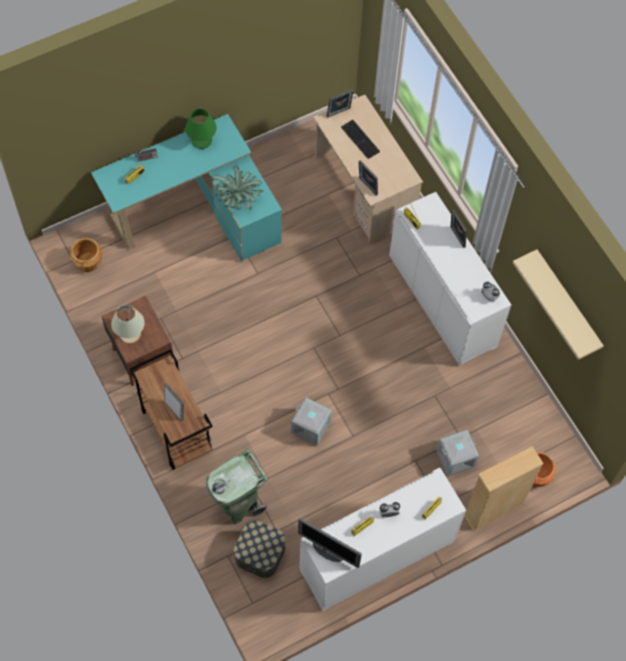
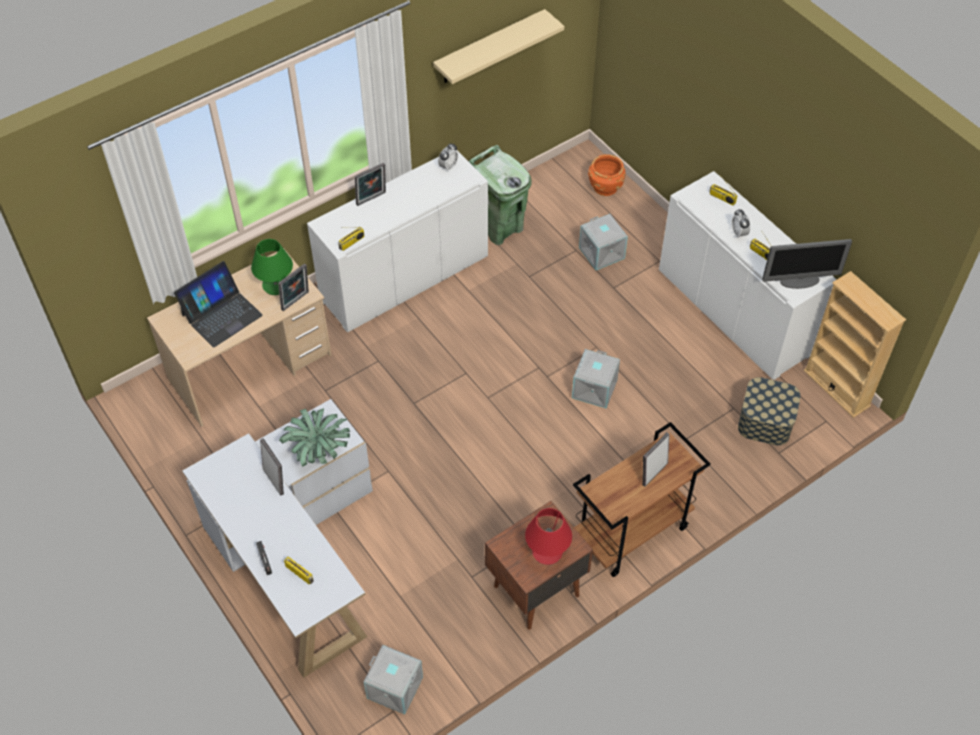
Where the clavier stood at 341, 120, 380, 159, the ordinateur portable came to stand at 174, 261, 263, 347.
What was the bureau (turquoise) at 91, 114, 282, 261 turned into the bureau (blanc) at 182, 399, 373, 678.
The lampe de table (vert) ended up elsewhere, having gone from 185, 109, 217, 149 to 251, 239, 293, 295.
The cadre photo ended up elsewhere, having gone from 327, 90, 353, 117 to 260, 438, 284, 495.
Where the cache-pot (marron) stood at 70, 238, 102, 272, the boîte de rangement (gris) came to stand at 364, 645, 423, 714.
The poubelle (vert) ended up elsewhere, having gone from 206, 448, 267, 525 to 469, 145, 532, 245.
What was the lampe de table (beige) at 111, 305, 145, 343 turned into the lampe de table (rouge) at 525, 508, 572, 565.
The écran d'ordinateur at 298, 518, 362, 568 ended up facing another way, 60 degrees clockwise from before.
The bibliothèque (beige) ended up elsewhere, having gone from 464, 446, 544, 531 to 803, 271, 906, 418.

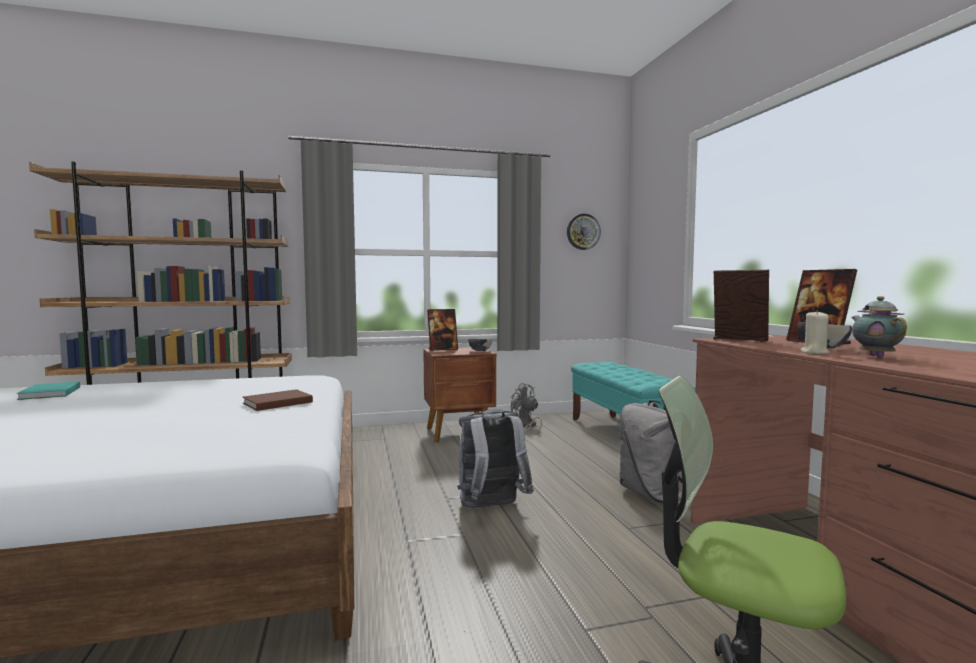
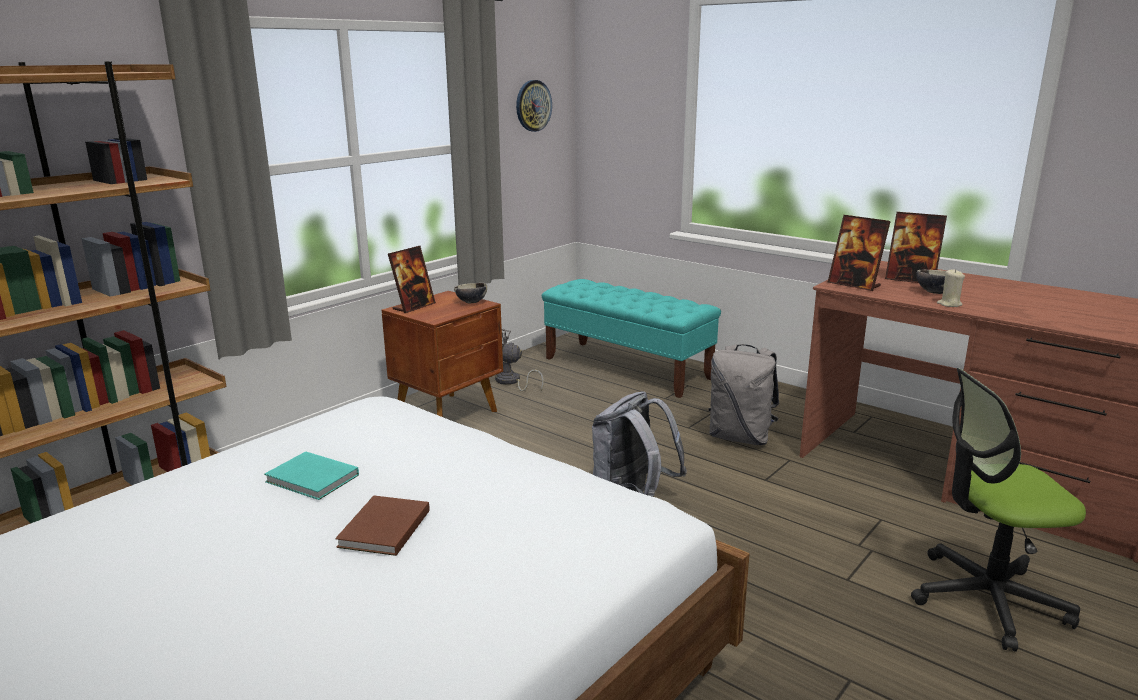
The livre (turquoise) ended up elsewhere, having gone from 16, 381, 80, 400 to 264, 451, 359, 500.
The livre (marron) ended up elsewhere, having gone from 243, 389, 313, 411 to 335, 496, 430, 556.
The cadre photo at 713, 270, 769, 342 ended up facing another way, 135 degrees counterclockwise from before.
The second view lost the théière at 851, 296, 907, 358.

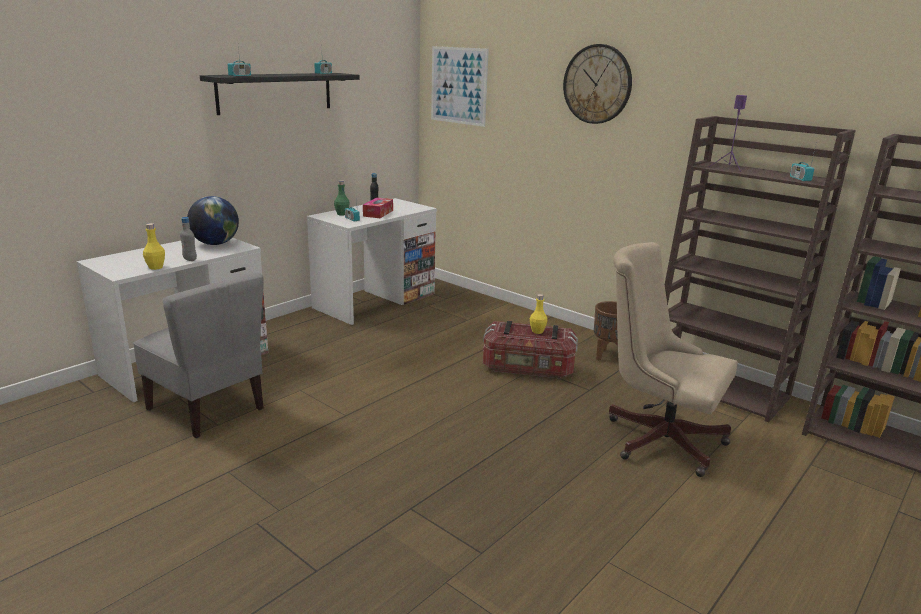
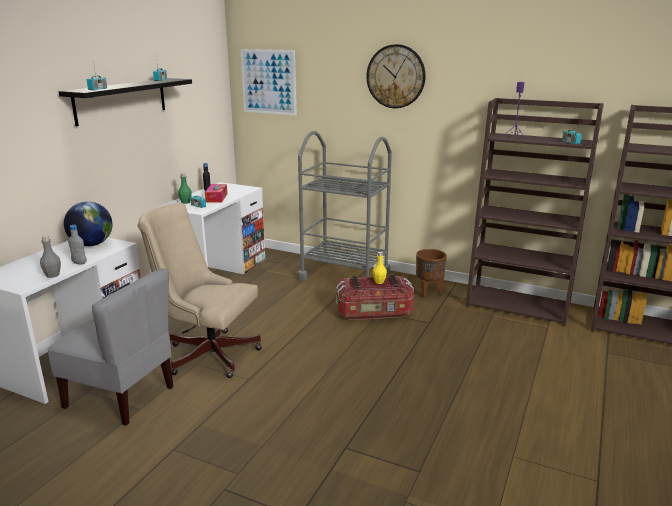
What was the bouteille (jaune) at 143, 223, 165, 270 turned into the bouteille (gris) at 40, 235, 61, 278.
The chaise de bureau (beige) ended up elsewhere, having gone from 609, 242, 738, 477 to 138, 202, 262, 378.
The second view gained the chariot (gris) at 298, 131, 392, 281.

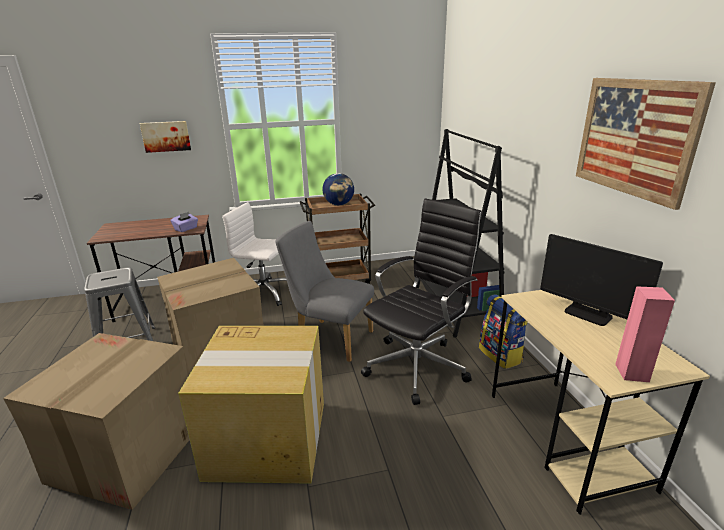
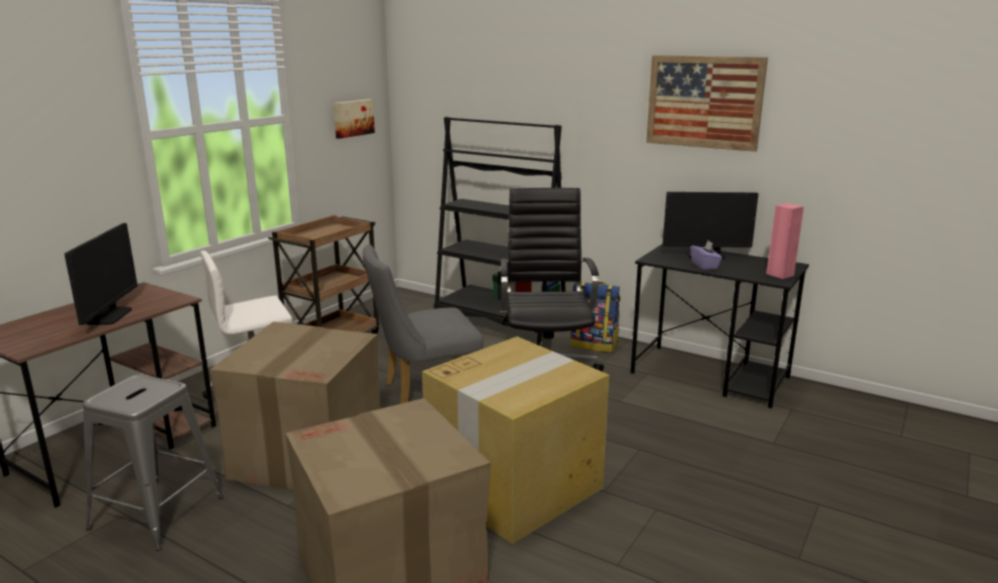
The second view gained the écran d'ordinateur at 64, 223, 138, 325.
The tableau ended up elsewhere, having gone from 140, 121, 191, 153 to 333, 99, 375, 139.
What was the bureau (beige) at 492, 290, 710, 515 turned into the bureau (noir) at 631, 244, 809, 408.
The boîte à mouchoirs (violet) ended up elsewhere, having gone from 171, 212, 198, 232 to 690, 241, 722, 270.
The second view lost the globe at 323, 173, 354, 205.

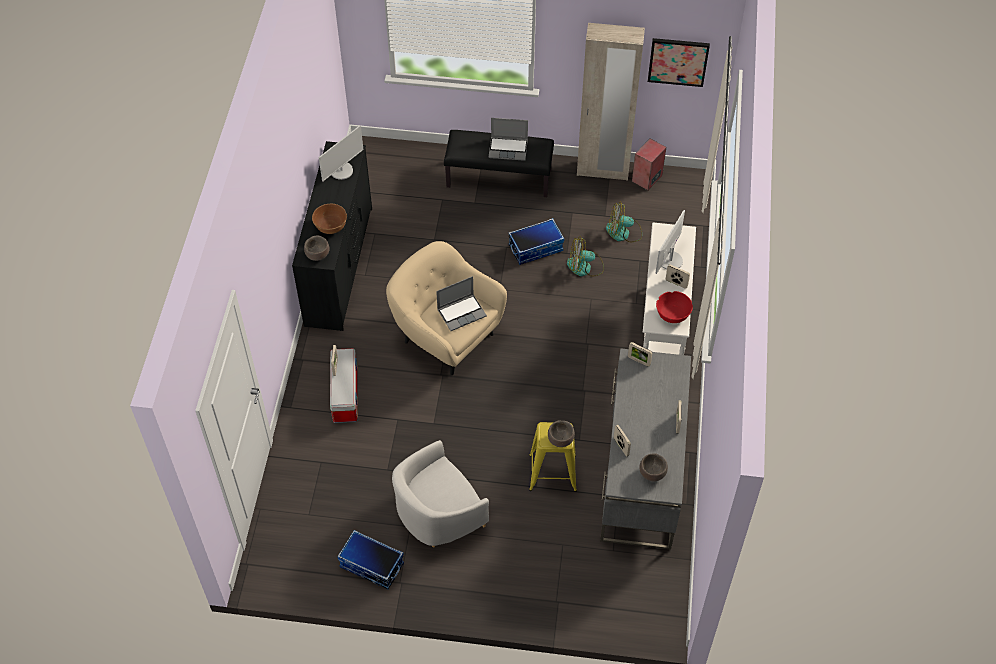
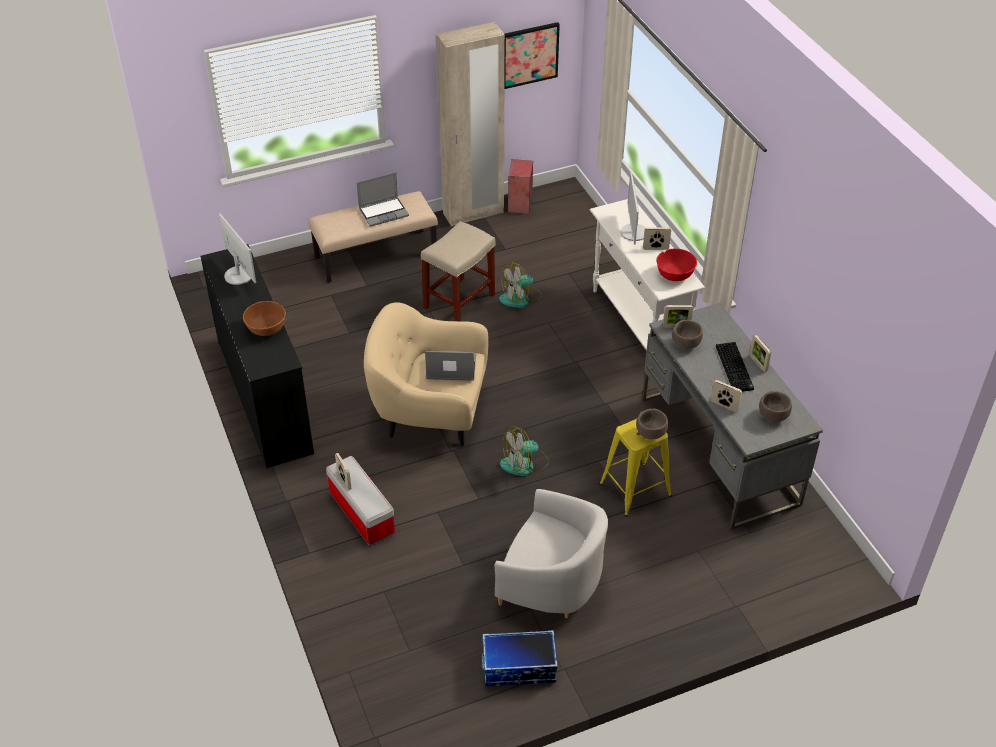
The écran d'ordinateur at 319, 125, 364, 181 ended up facing another way, 45 degrees counterclockwise from before.
What was the banc (noir) at 444, 130, 554, 197 turned into the banc (beige) at 308, 191, 438, 283.
Where the boîte de rangement stood at 508, 218, 564, 265, the tabouret (beige) came to stand at 421, 221, 495, 321.
The ordinateur portable at 436, 276, 487, 331 ended up facing another way, 120 degrees counterclockwise from before.
The fauteuil (blanc) at 392, 440, 489, 547 ended up facing another way, 90 degrees counterclockwise from before.
The ventilateur ended up elsewhere, having gone from 606, 202, 642, 242 to 500, 426, 549, 476.
The bol (marron) ended up elsewhere, having gone from 304, 235, 330, 261 to 672, 320, 703, 349.
The second view gained the clavier at 716, 342, 754, 392.

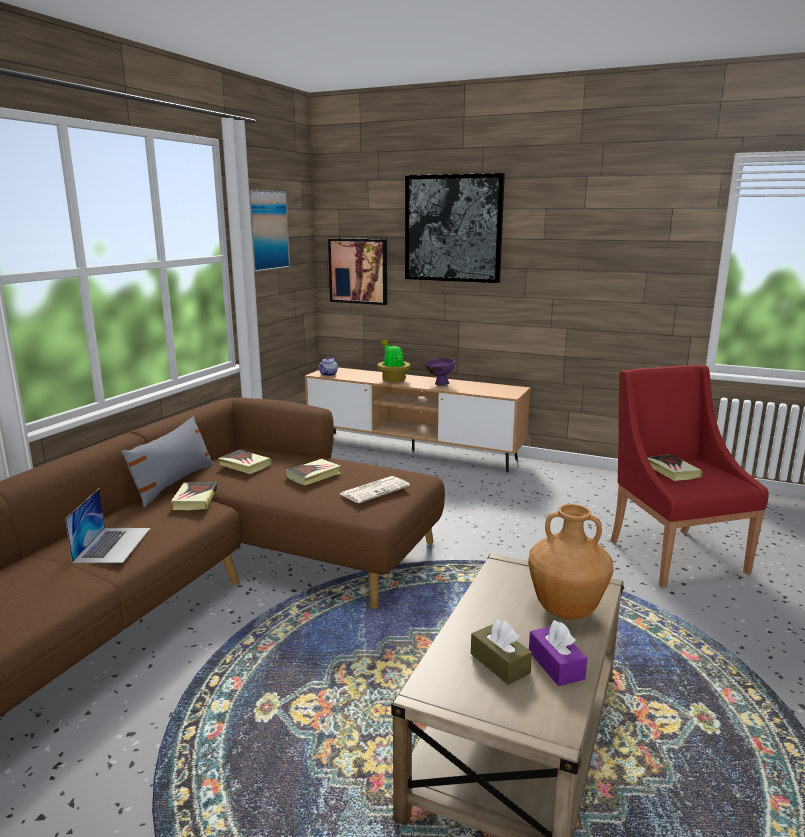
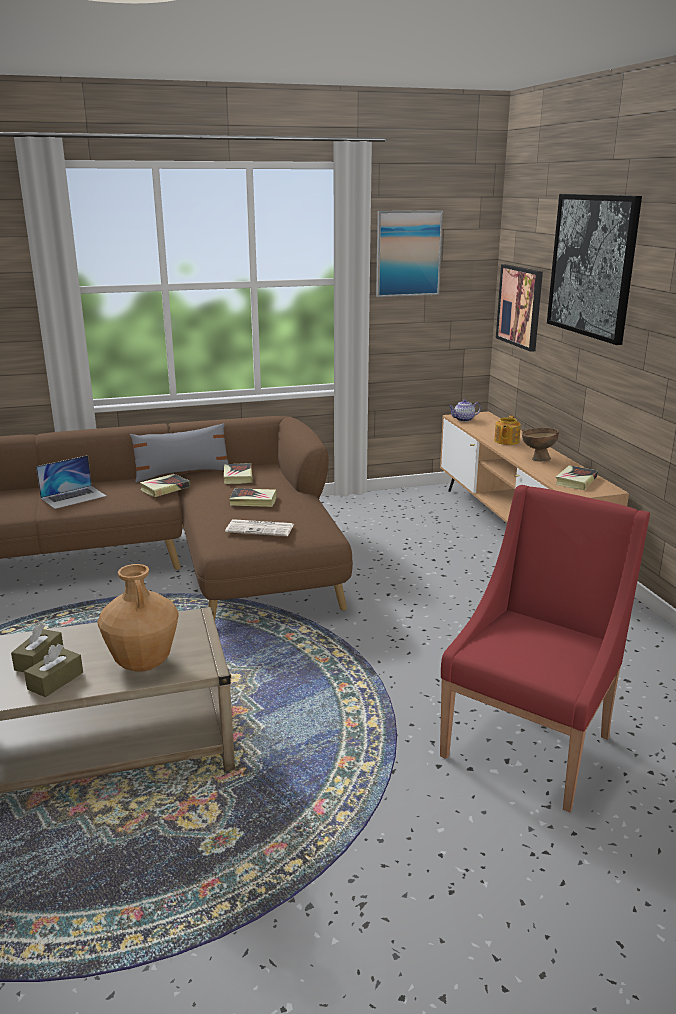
What was the boîte à mouchoirs (violet) at 529, 620, 587, 686 turned into the boîte à mouchoirs (marron) at 24, 644, 83, 697.
Where the plante en pot stood at 377, 340, 411, 382, the théière came to stand at 494, 415, 521, 445.
What was the bol (violet) at 425, 358, 455, 386 turned into the bol (marron) at 521, 428, 559, 462.
The livre ended up elsewhere, having gone from 647, 454, 702, 481 to 556, 465, 598, 490.

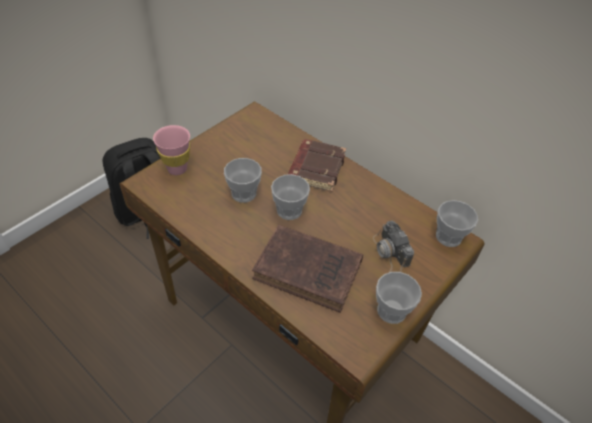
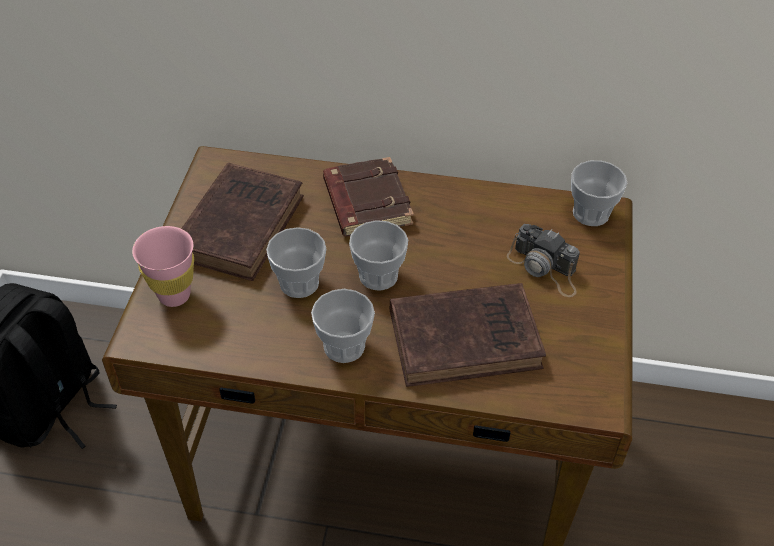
The second view gained the livre (marron) at 181, 163, 304, 281.
The tasse ended up elsewhere, having gone from 376, 272, 422, 324 to 311, 289, 375, 363.

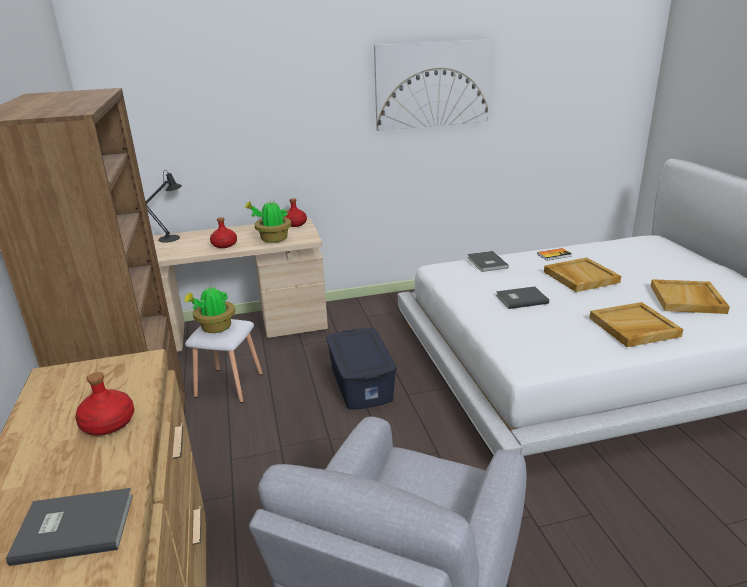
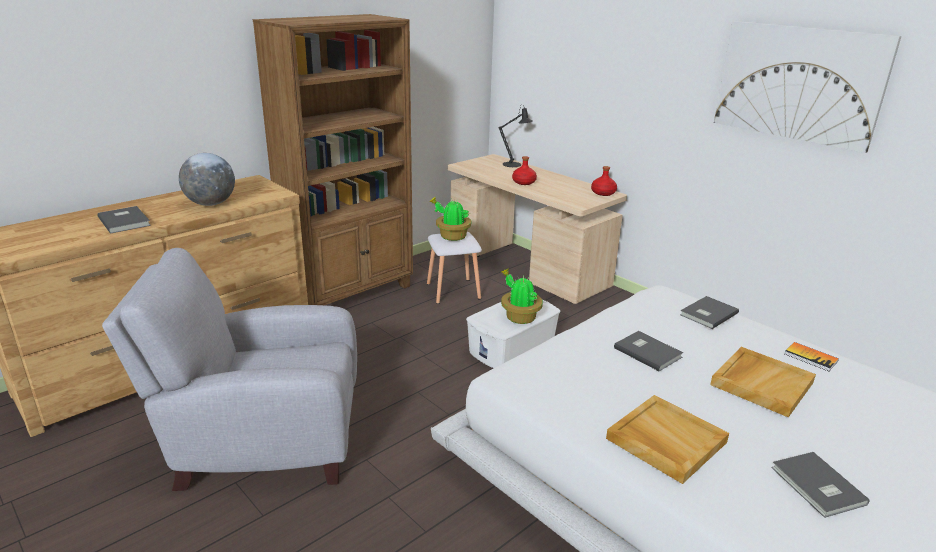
Where the bouteille (rouge) stood at 75, 372, 134, 436, the globe came to stand at 179, 153, 235, 206.
What was the boîte de rangement (bleu) at 326, 328, 397, 410 turned into the boîte de rangement (blanc) at 466, 299, 560, 368.
The plante en pot ended up elsewhere, having gone from 244, 200, 291, 243 to 501, 269, 543, 324.
Where the plateau (beige) stood at 651, 279, 730, 314, the livre (gris) came to stand at 771, 452, 870, 518.

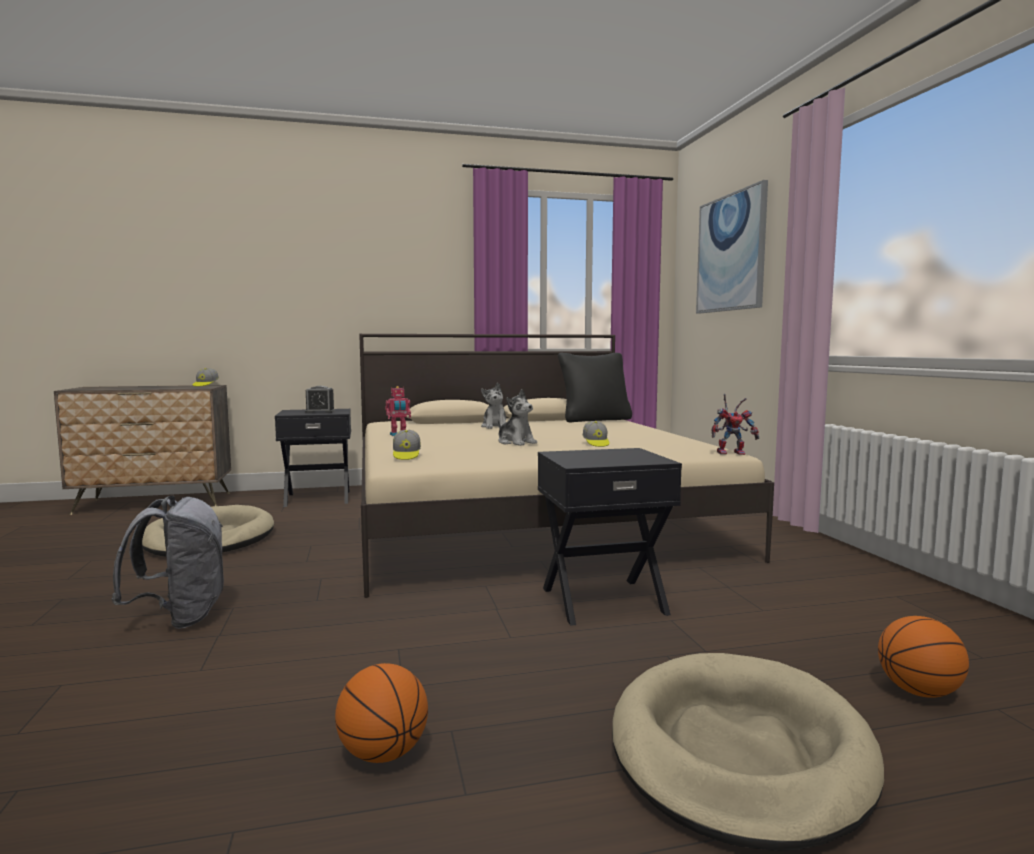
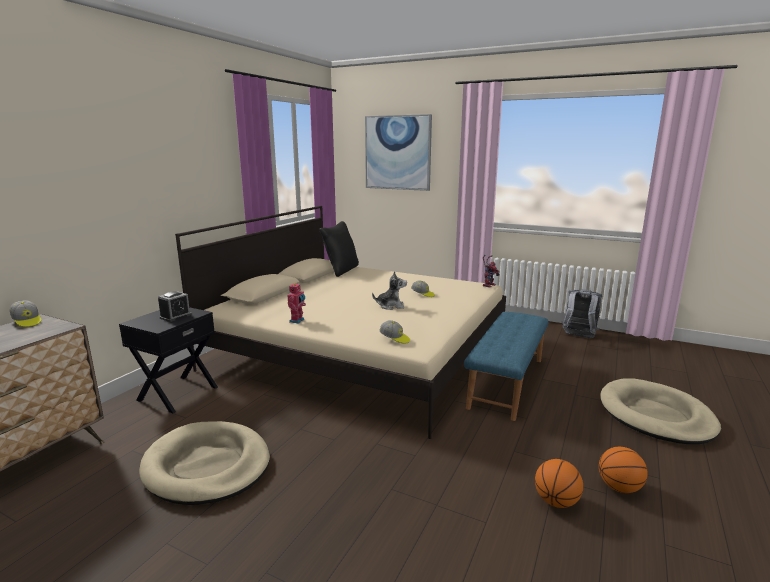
Where the table de chevet (noir) stood at 538, 448, 682, 626, the banc (bleu) came to stand at 464, 312, 549, 421.
The ballon de basket ended up elsewhere, having gone from 878, 616, 969, 698 to 535, 459, 583, 508.
The sac à dos (gris) ended up elsewhere, having gone from 111, 495, 224, 629 to 562, 289, 602, 338.
The second view lost the peluche at 481, 383, 506, 429.

